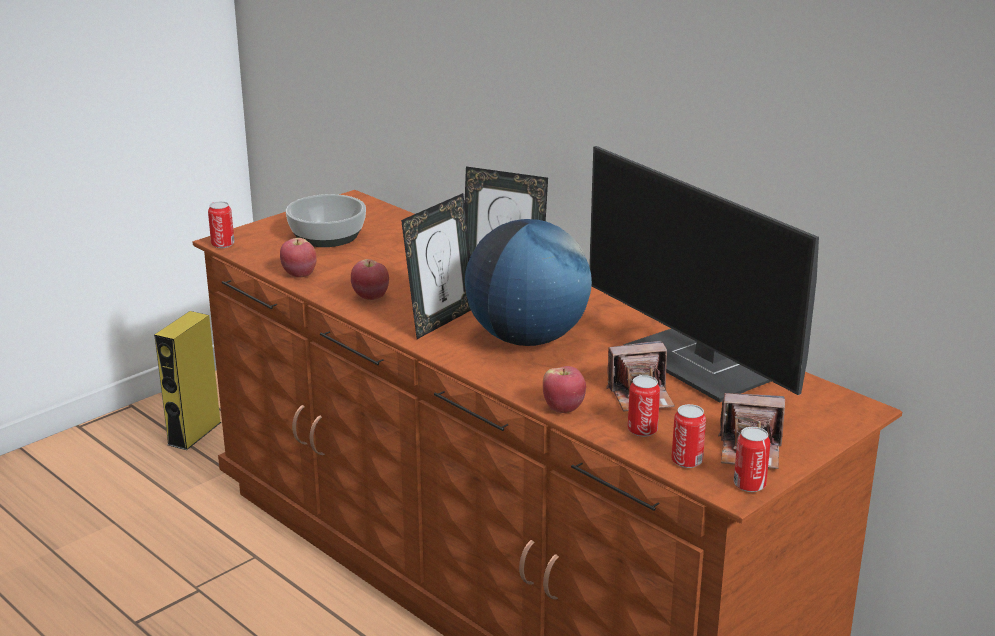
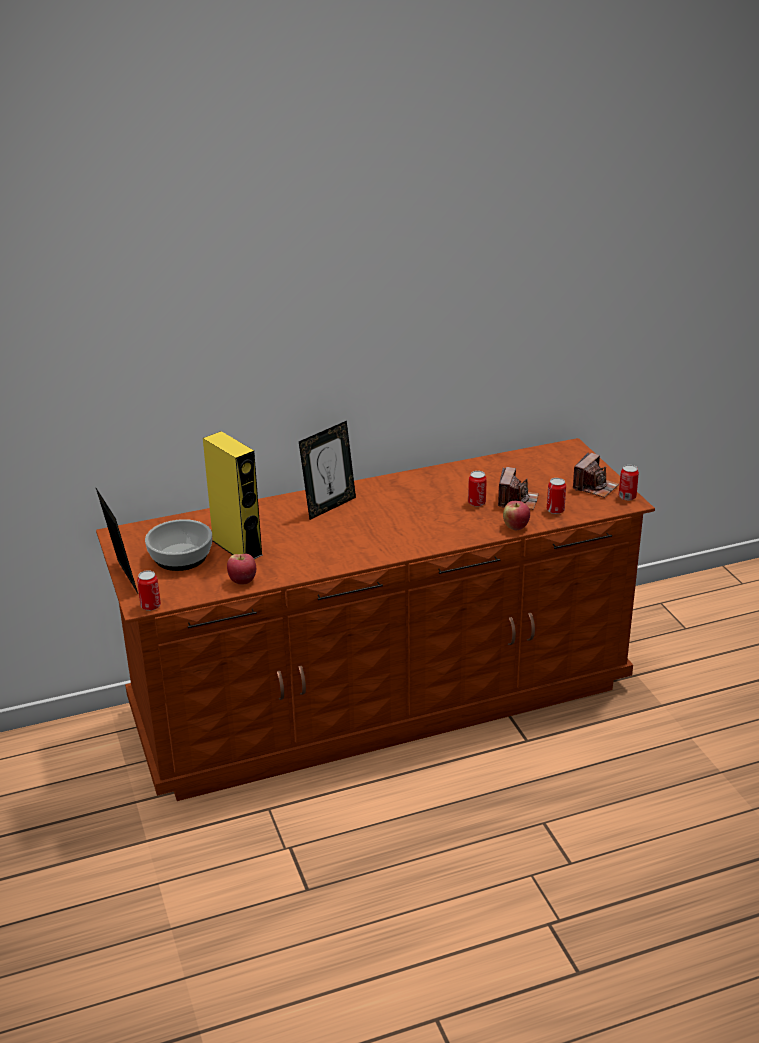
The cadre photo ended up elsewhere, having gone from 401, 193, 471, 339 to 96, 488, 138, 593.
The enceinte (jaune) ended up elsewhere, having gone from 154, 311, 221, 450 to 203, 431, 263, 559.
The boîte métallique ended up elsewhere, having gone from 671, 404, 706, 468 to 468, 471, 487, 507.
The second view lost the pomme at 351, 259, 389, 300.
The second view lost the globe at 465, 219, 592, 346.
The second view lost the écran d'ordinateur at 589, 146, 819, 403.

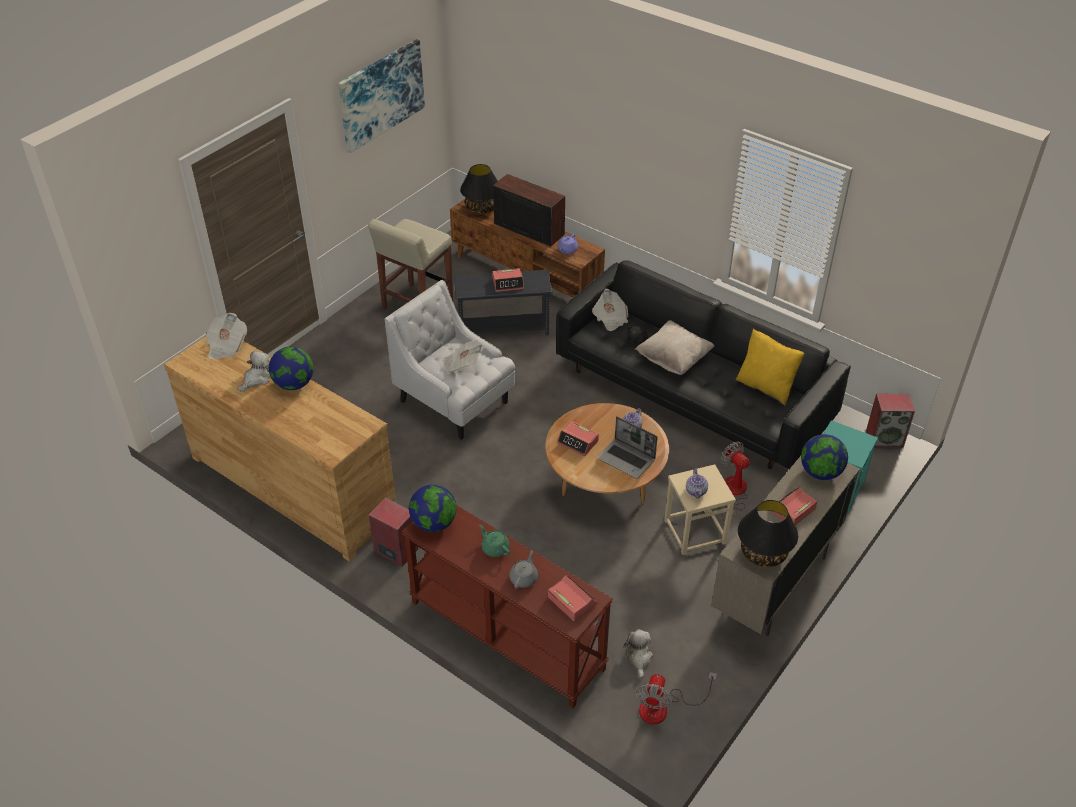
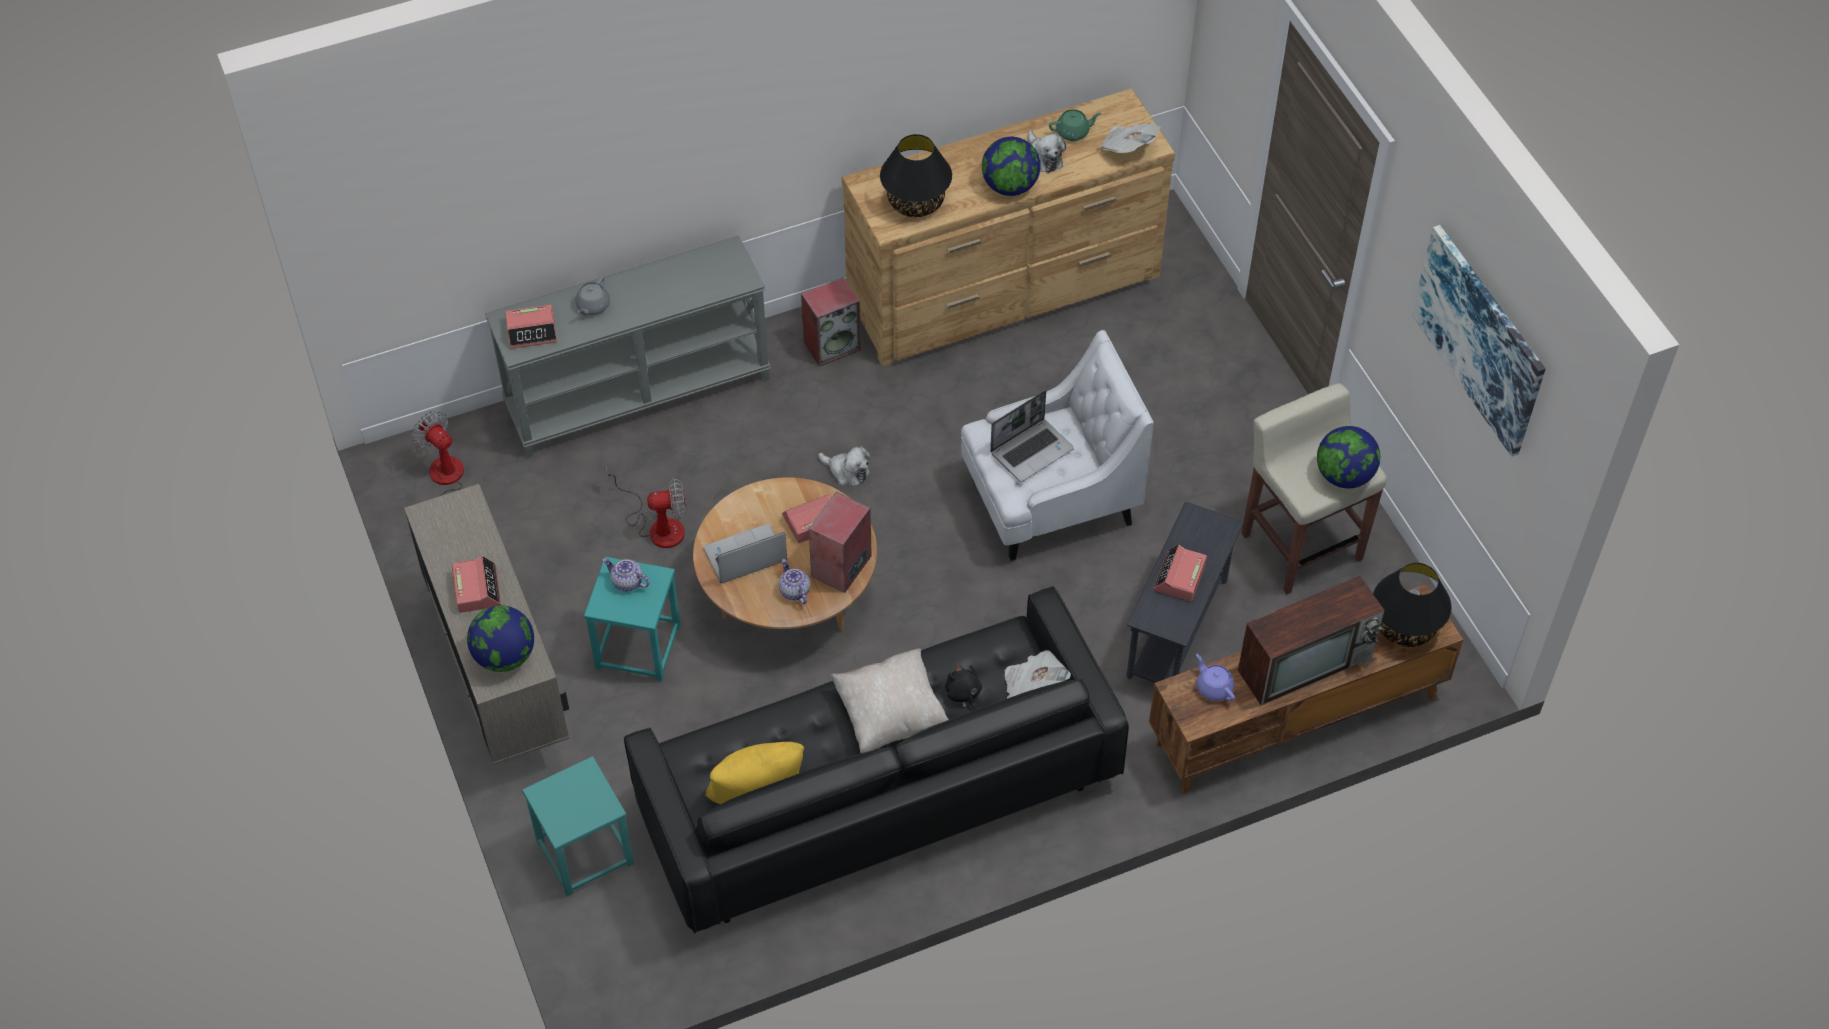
What was the table console (marron) at 402, 505, 613, 708 turned into the table console (gris) at 485, 236, 771, 458.
The théière (gris) at 509, 550, 538, 589 ended up facing another way, 60 degrees clockwise from before.
What was the tabouret (beige) at 664, 464, 736, 555 turned into the tabouret (turquoise) at 584, 557, 681, 681.
The ventilateur ended up elsewhere, having gone from 721, 441, 750, 522 to 606, 466, 686, 548.
The enceinte ended up elsewhere, having gone from 866, 394, 915, 448 to 809, 492, 872, 593.
The peluche ended up elsewhere, having gone from 623, 629, 653, 679 to 818, 446, 870, 486.
The lampe de table (noir) ended up elsewhere, having gone from 738, 500, 798, 567 to 880, 134, 952, 217.
Where the journal stood at 442, 340, 483, 373, the ordinateur portable came to stand at 990, 390, 1074, 482.
The théière (vert) ended up elsewhere, having gone from 479, 525, 510, 557 to 1049, 109, 1101, 141.
The globe ended up elsewhere, having gone from 409, 485, 457, 532 to 1317, 426, 1380, 488.

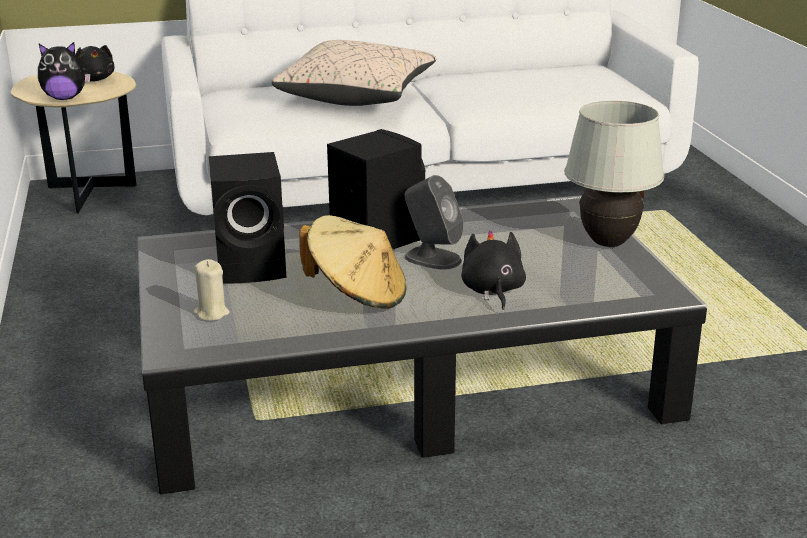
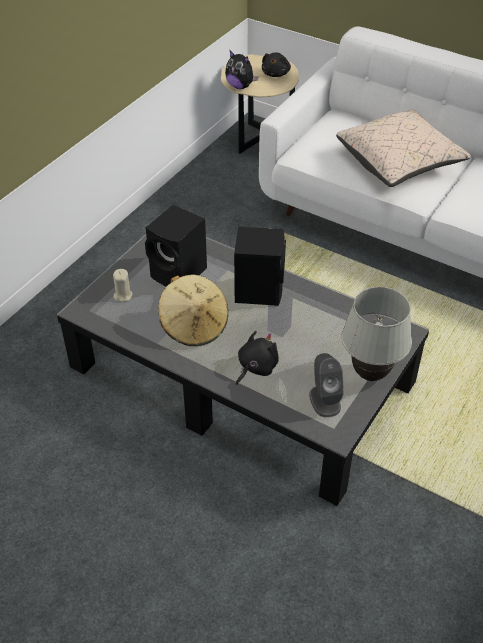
The enceinte (gris) ended up elsewhere, having gone from 404, 175, 464, 270 to 309, 353, 344, 417.

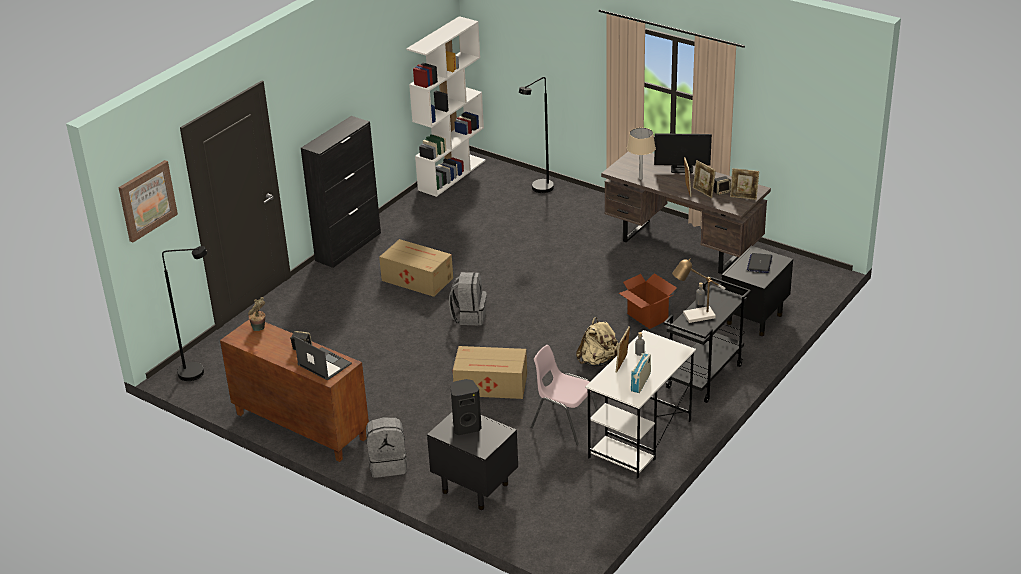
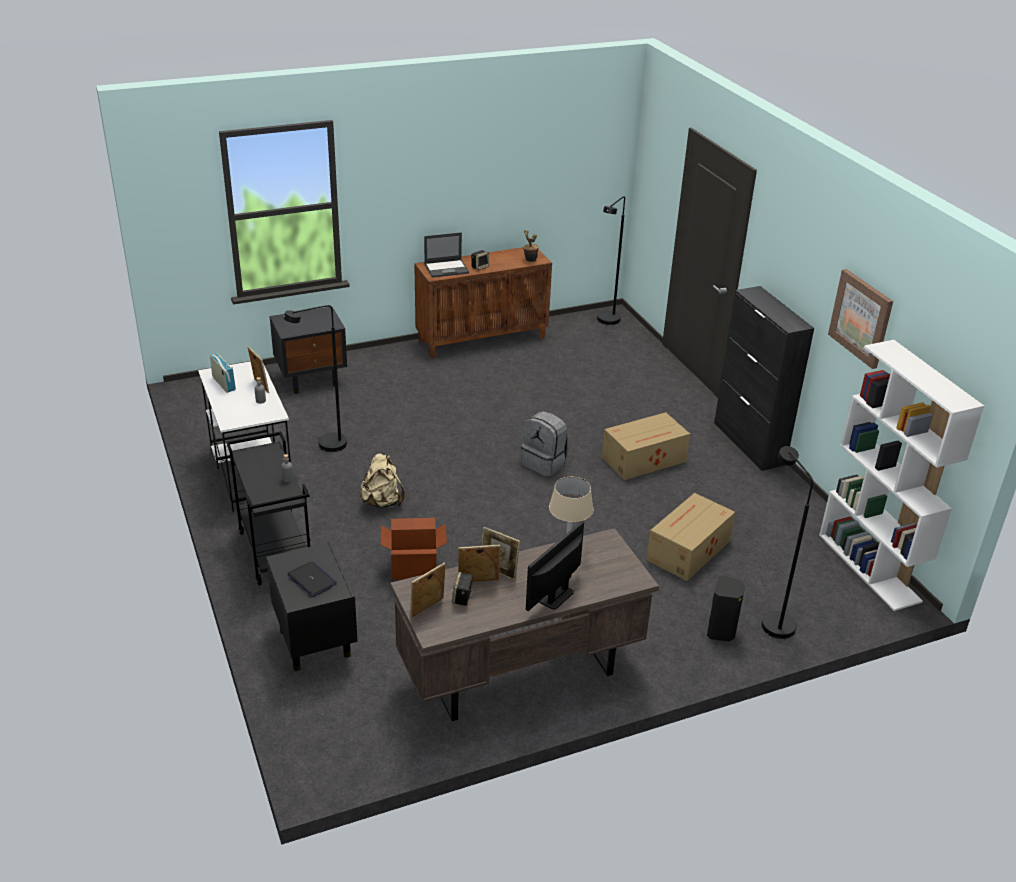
Where the chaise (rose) stood at 531, 345, 598, 445, the lampadaire (noir) came to stand at 284, 305, 347, 452.
The carton ended up elsewhere, having gone from 453, 346, 527, 399 to 646, 493, 735, 581.
The enceinte (noir) ended up elsewhere, having gone from 450, 379, 481, 435 to 707, 575, 745, 642.
The tableau ended up elsewhere, having gone from 118, 160, 178, 243 to 828, 269, 893, 369.
The second view lost the sac à dos (gris) at 366, 417, 407, 478.
The second view lost the lampe de table at 672, 259, 725, 323.

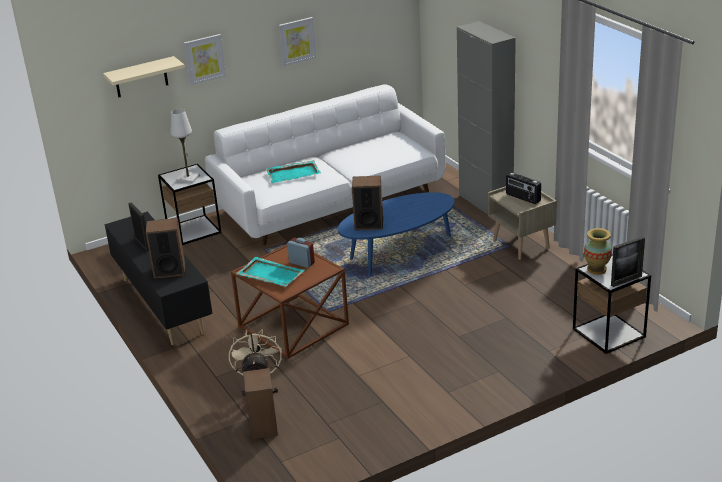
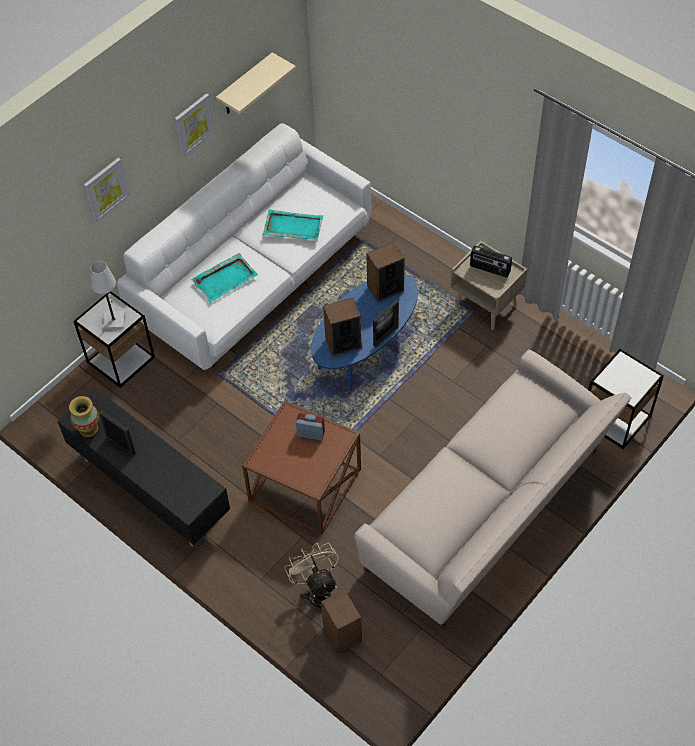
The vase ended up elsewhere, having gone from 584, 228, 612, 275 to 69, 396, 99, 437.
The étagère (beige) ended up elsewhere, having gone from 103, 56, 185, 97 to 216, 52, 296, 114.
The plateau (turquoise) ended up elsewhere, having gone from 236, 257, 305, 287 to 262, 209, 324, 240.
The second view gained the canapé (beige) at 354, 349, 631, 629.
The enceinte ended up elsewhere, having gone from 146, 218, 185, 279 to 367, 242, 405, 302.
The cadre photo ended up elsewhere, having gone from 611, 236, 645, 287 to 373, 300, 399, 348.
The second view lost the meuble de rangement (gris) at 457, 21, 516, 214.

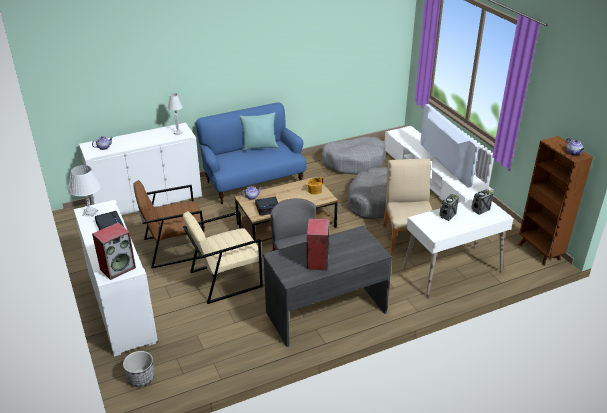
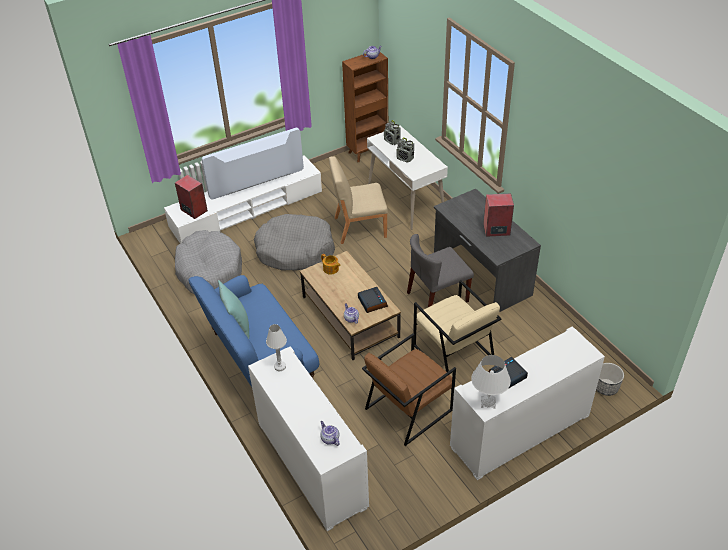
The enceinte ended up elsewhere, having gone from 92, 222, 136, 280 to 175, 175, 208, 219.
The fauteuil (marron) at 133, 180, 205, 268 ended up facing another way, 75 degrees clockwise from before.

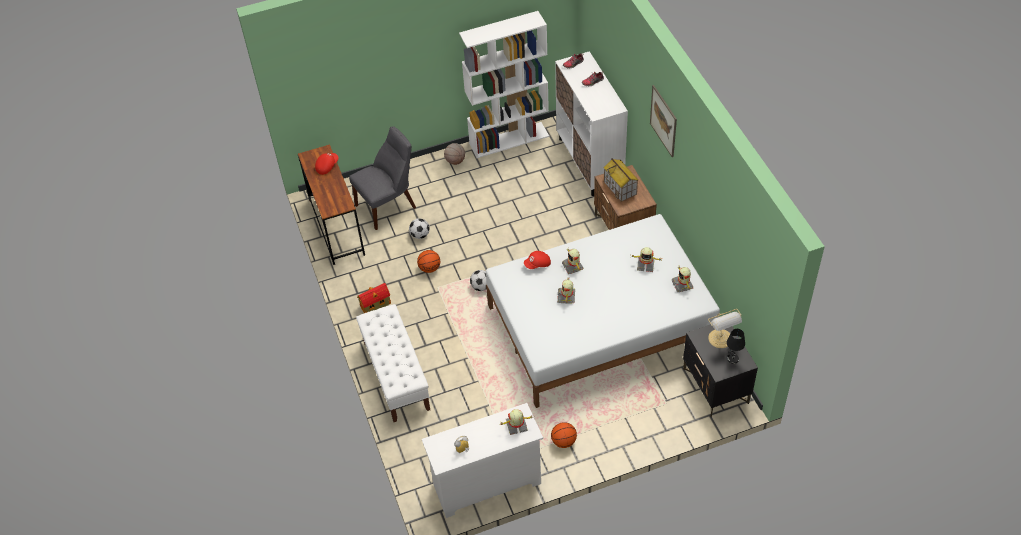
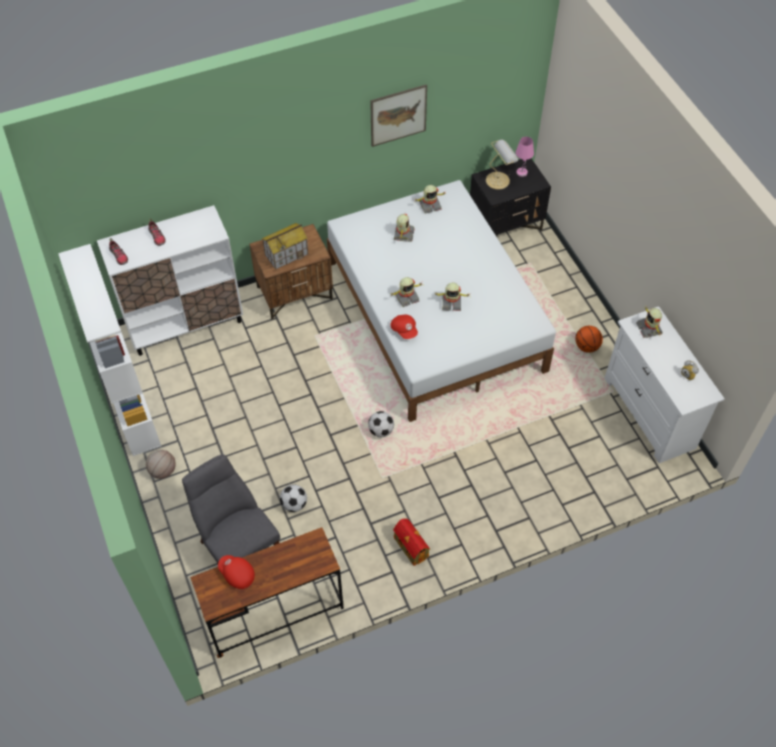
The tableau ended up elsewhere, having gone from 650, 85, 677, 157 to 370, 84, 427, 147.
What was the lampe de table (noir) at 727, 329, 745, 364 turned into the lampe de table (rose) at 516, 137, 534, 177.
The second view lost the banc (blanc) at 356, 304, 430, 422.
The second view lost the ballon de basket at 417, 250, 440, 273.

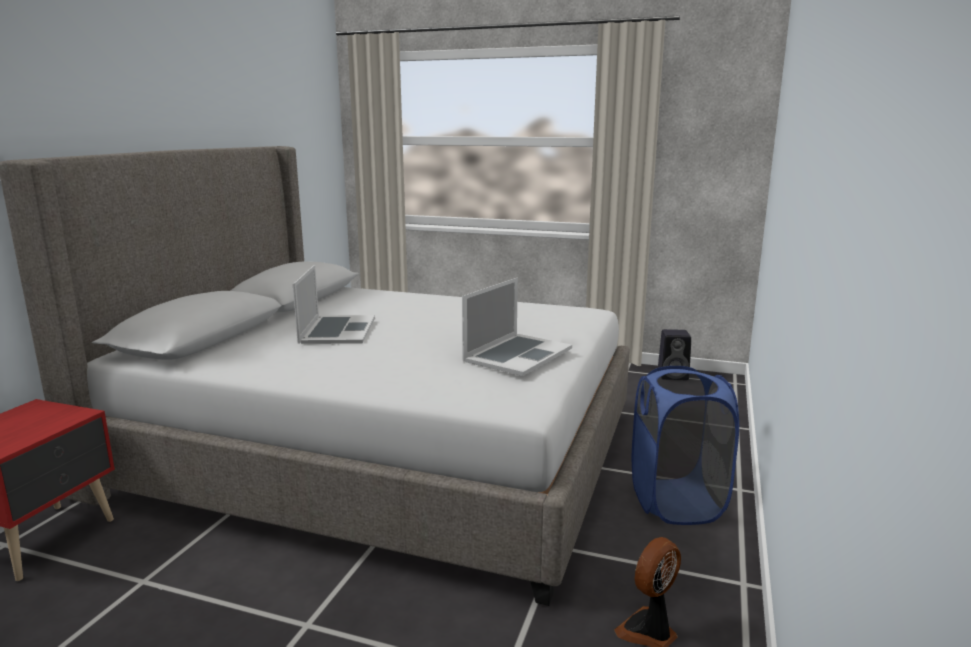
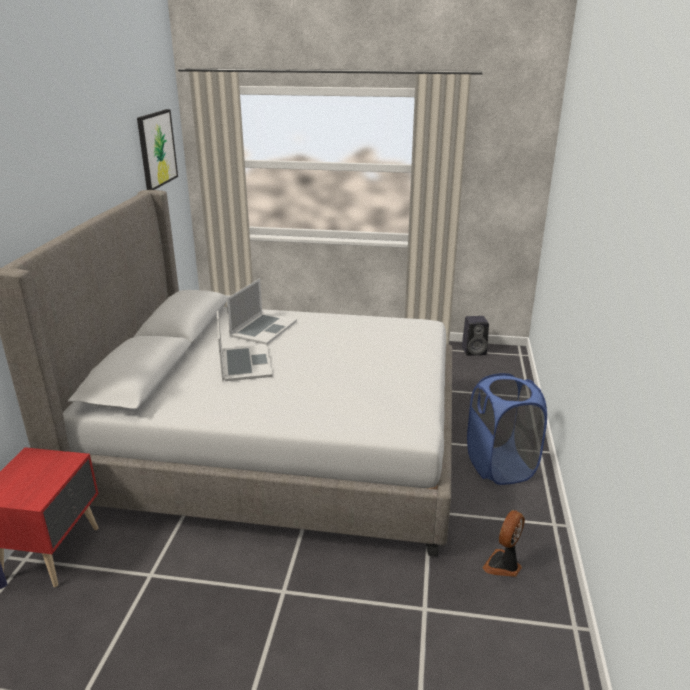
The second view gained the tableau at 137, 109, 178, 190.
The ordinateur portable ended up elsewhere, having gone from 462, 277, 572, 376 to 226, 278, 297, 345.

